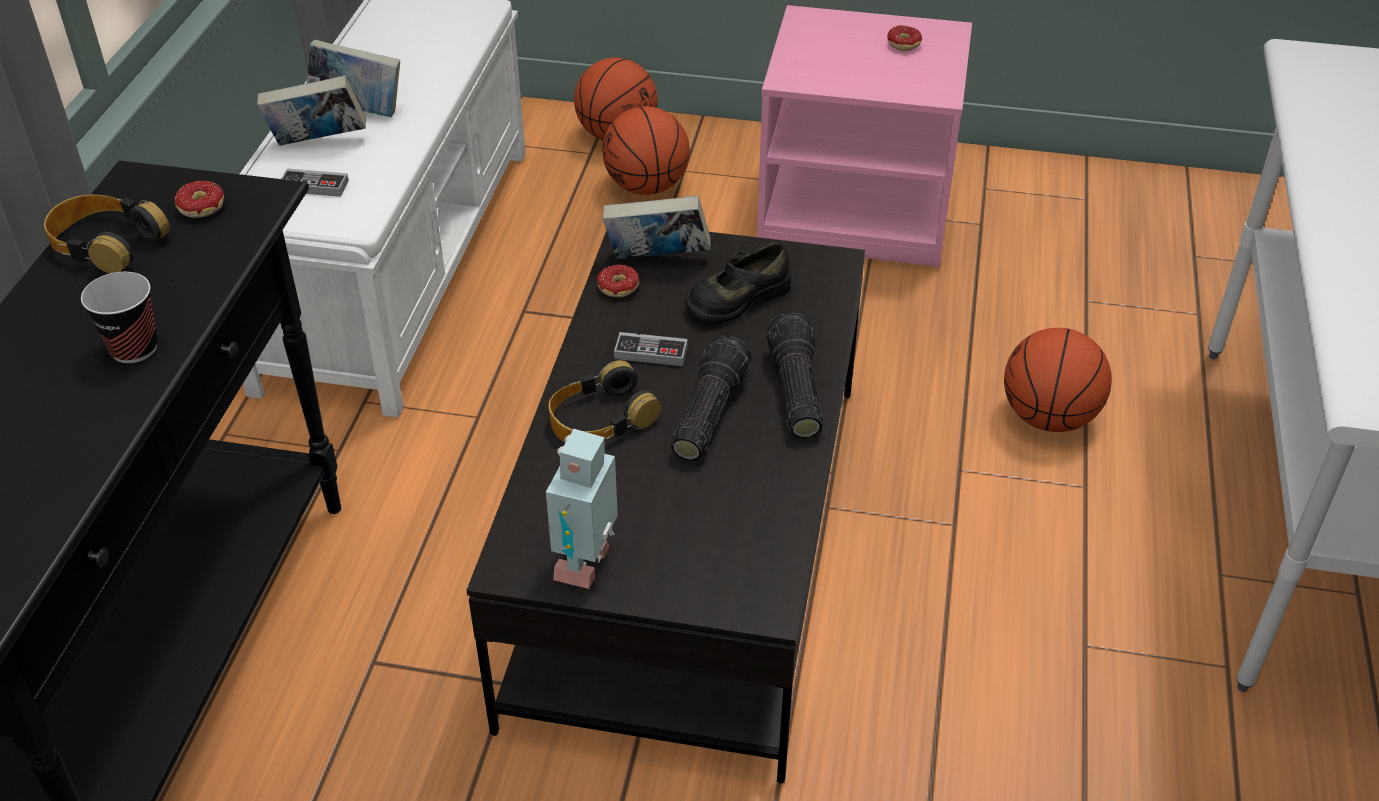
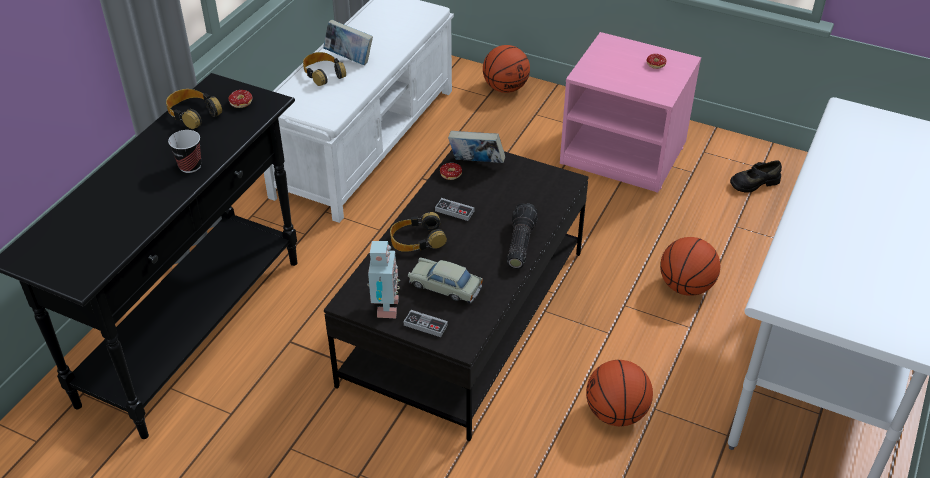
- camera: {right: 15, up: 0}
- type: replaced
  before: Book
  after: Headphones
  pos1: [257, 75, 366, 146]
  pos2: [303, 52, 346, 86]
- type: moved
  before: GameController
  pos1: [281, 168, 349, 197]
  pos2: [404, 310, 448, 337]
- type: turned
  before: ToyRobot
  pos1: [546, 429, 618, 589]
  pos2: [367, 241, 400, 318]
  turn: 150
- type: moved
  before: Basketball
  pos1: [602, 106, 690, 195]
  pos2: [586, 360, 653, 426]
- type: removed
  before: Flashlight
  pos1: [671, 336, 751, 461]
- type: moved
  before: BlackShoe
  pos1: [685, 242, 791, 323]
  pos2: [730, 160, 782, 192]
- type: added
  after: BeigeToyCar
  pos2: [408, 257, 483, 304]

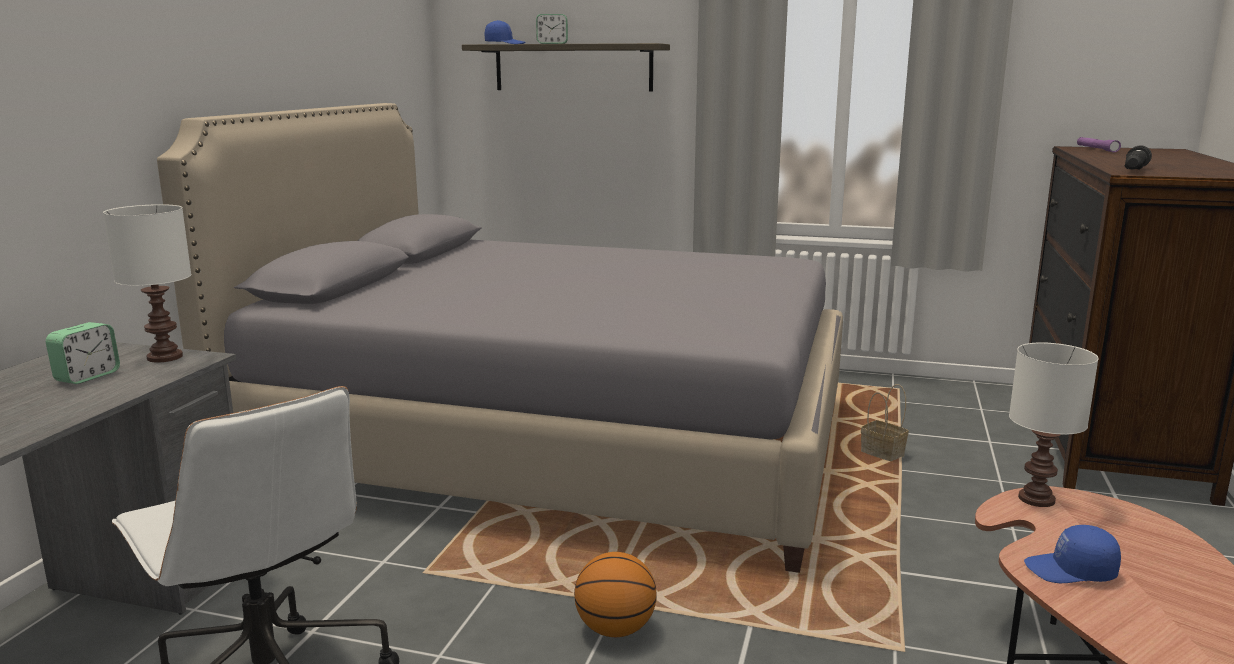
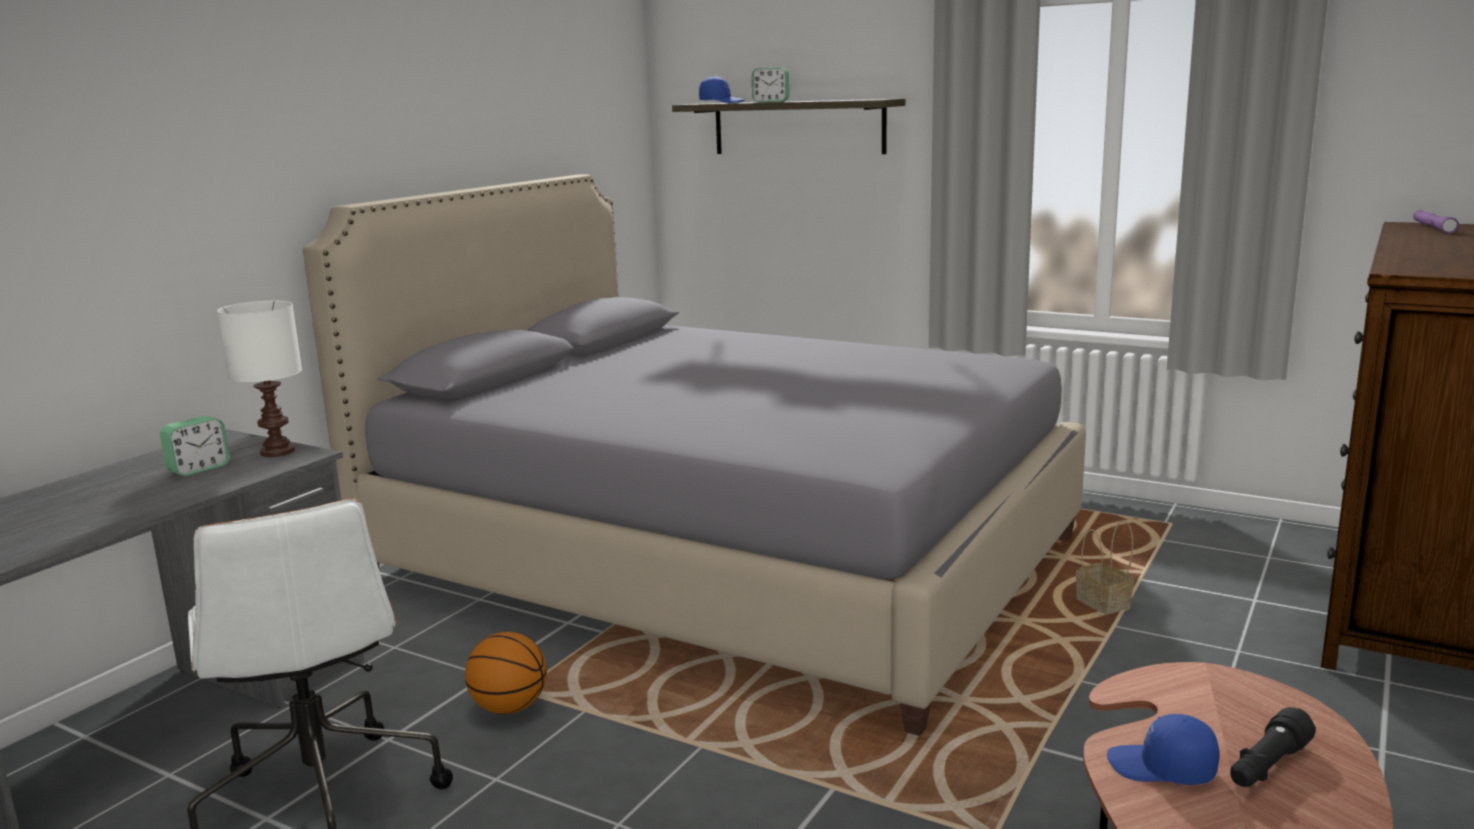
- camera: {right: 15, up: 0}
- type: moved
  before: Basketball
  pos1: [574, 552, 657, 637]
  pos2: [465, 632, 547, 714]
- type: removed
  before: WhiteTableLamp
  pos1: [1009, 342, 1099, 507]
- type: moved
  before: BlackFlashlight
  pos1: [1125, 145, 1152, 170]
  pos2: [1230, 707, 1316, 787]

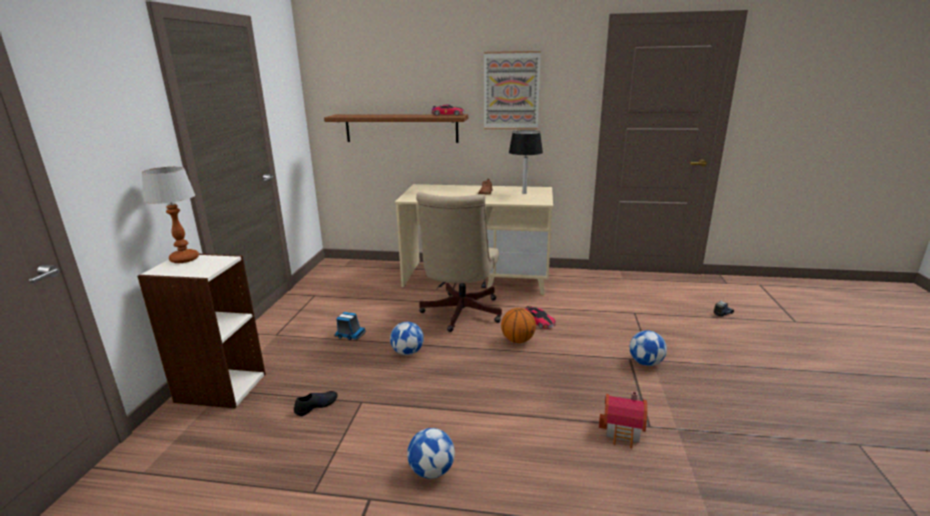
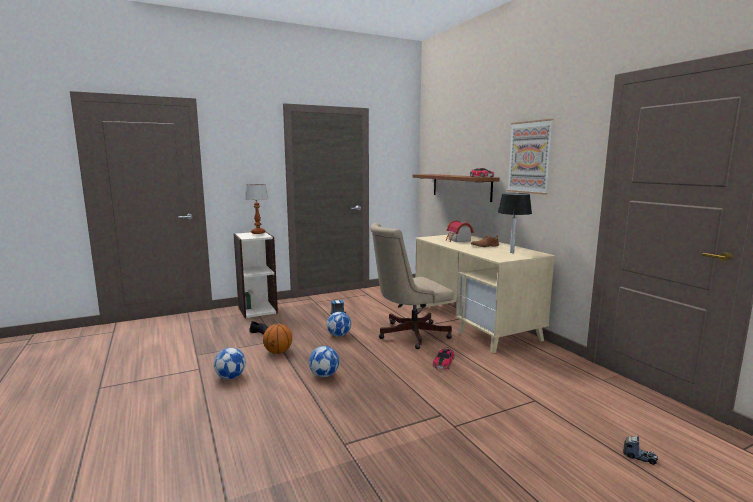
- camera: {right: 55, up: -10}
- type: moved
  before: Basketball
  pos1: [501, 308, 536, 343]
  pos2: [263, 324, 292, 354]
- type: moved
  before: ToyHouse
  pos1: [599, 391, 647, 448]
  pos2: [446, 220, 474, 242]
- type: moved
  before: Football
  pos1: [630, 330, 667, 366]
  pos2: [309, 346, 339, 377]

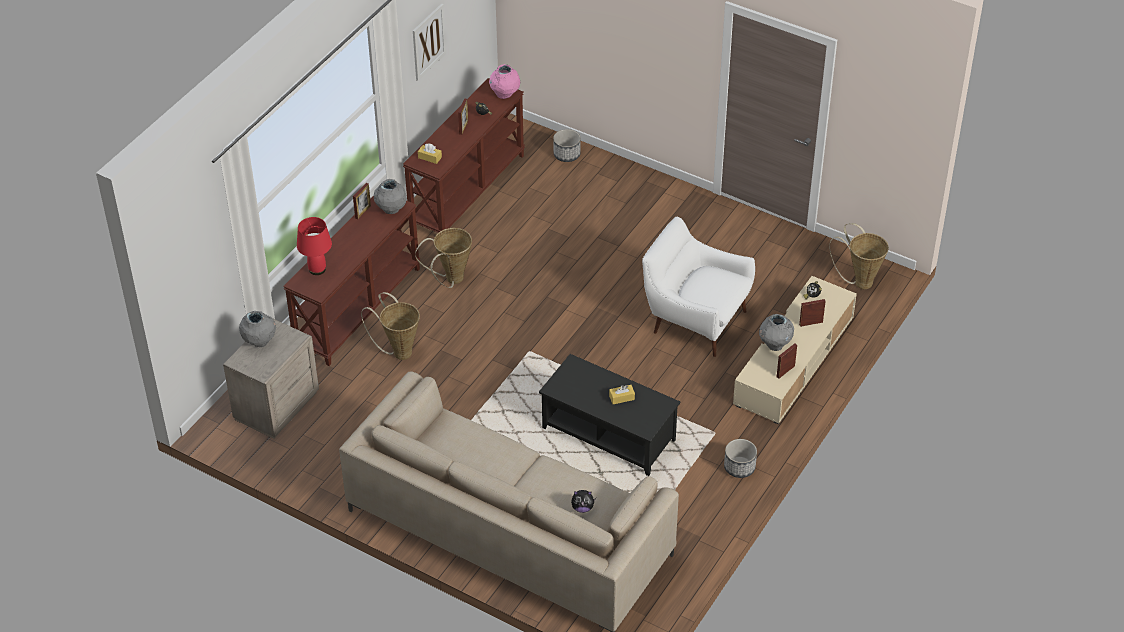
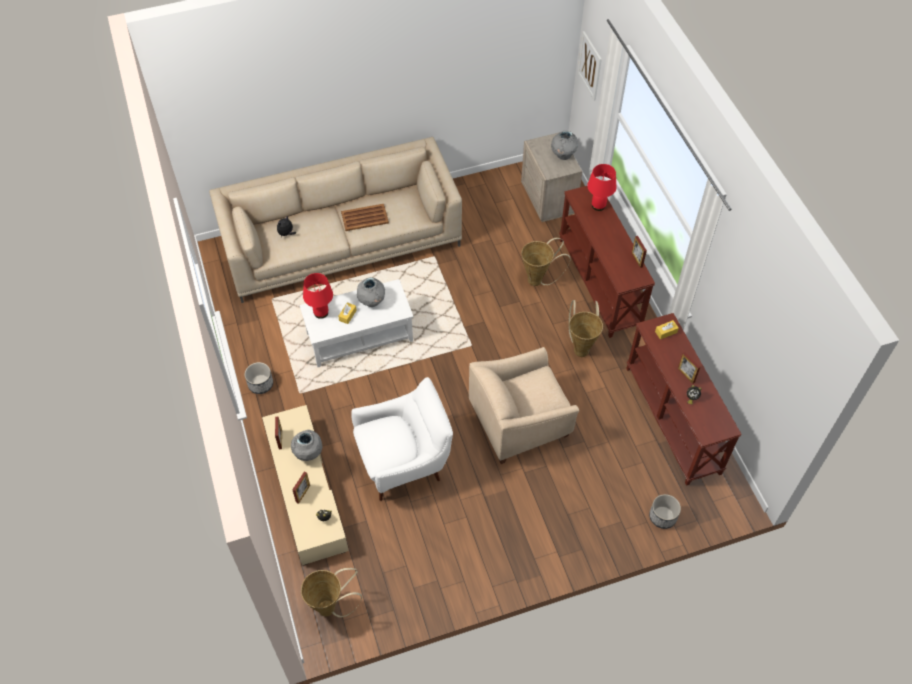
- camera: {right: 130, up: 10}
- type: moved
  before: GreyVase
  pos1: [374, 179, 407, 214]
  pos2: [357, 277, 385, 307]
- type: moved
  before: Picture
  pos1: [413, 3, 446, 81]
  pos2: [577, 31, 602, 101]
- type: removed
  before: PinkVase
  pos1: [489, 64, 520, 99]
- type: recoloured
  before: BlackCoffeeTable
  after: WhiteCoffeeTable
  pos1: [539, 354, 680, 476]
  pos2: [299, 279, 414, 367]
- type: added
  after: RedTableLamp
  pos2: [303, 273, 333, 319]
- type: added
  after: BrownTray
  pos2: [341, 204, 389, 231]
- type: added
  after: BeigeArmchair
  pos2: [469, 347, 579, 464]

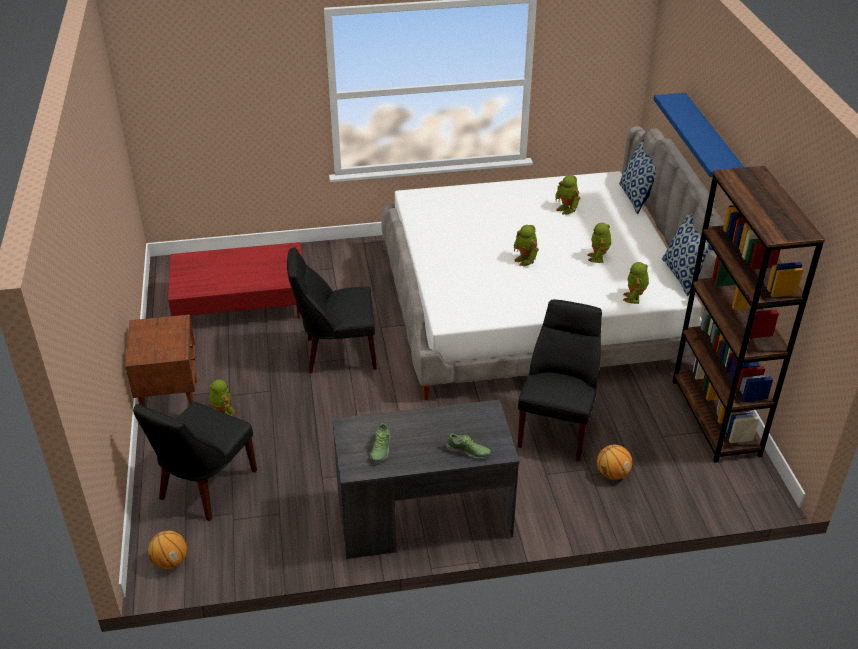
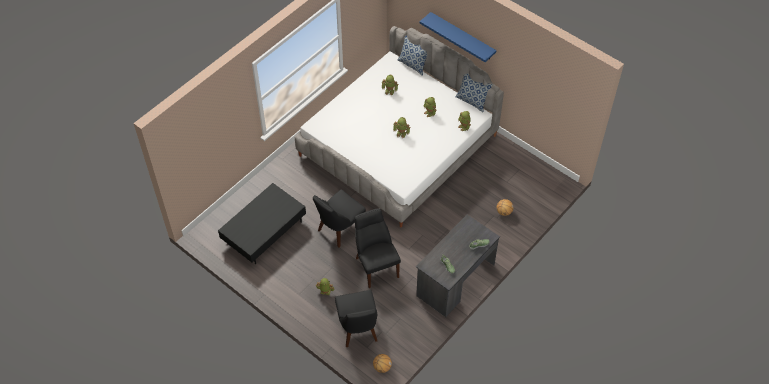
- camera: {right: -40, up: 15}
- type: removed
  before: BrownNightstand
  pos1: [125, 314, 198, 406]
- type: recoloured
  before: RedCoffeeTable
  after: BlackCoffeeTable
  pos1: [168, 242, 302, 319]
  pos2: [218, 183, 306, 264]
- type: moved
  before: BlackChair
  pos1: [518, 300, 602, 461]
  pos2: [355, 208, 401, 288]
- type: removed
  before: BrownBookcase
  pos1: [672, 166, 825, 463]

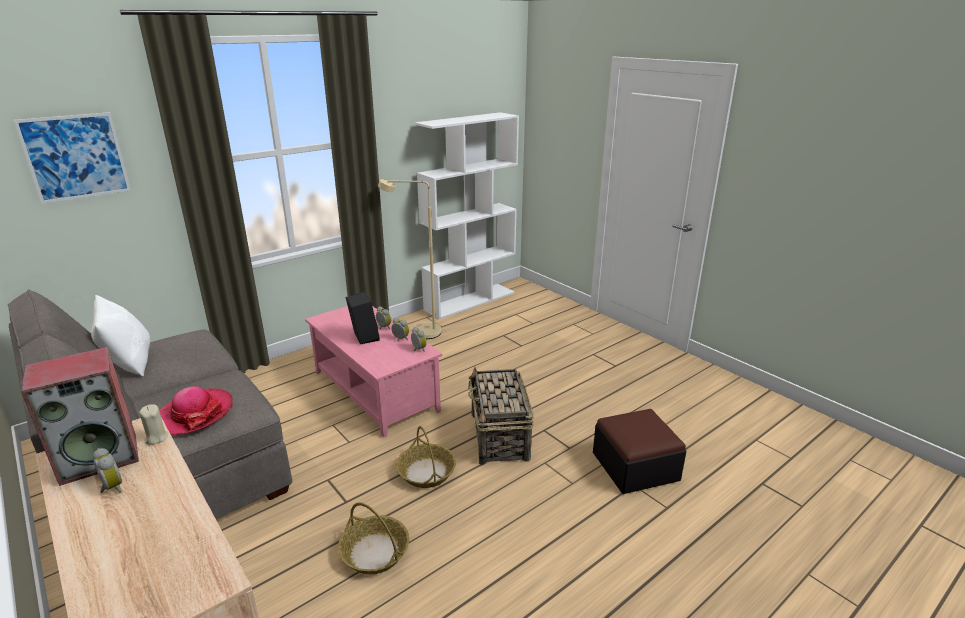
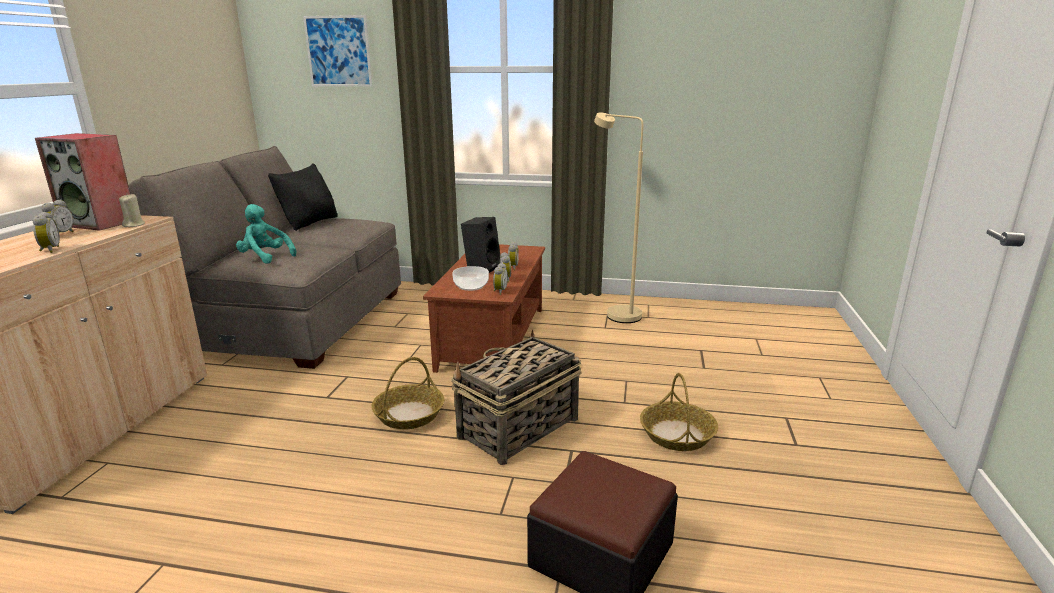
- camera: {right: 50, up: -5}
- type: recoloured
  before: WhitePillow
  after: BlackPillow
  pos1: [91, 295, 150, 376]
  pos2: [268, 163, 338, 231]
- type: replaced
  before: Hat
  after: TurquoisePlushToy
  pos1: [159, 386, 233, 435]
  pos2: [236, 204, 296, 264]
- type: recoloured
  before: PinkCoffeeTable
  after: BrownCoffeeTable
  pos1: [305, 306, 442, 438]
  pos2: [423, 244, 545, 373]
- type: moved
  before: Basket
  pos1: [338, 502, 409, 574]
  pos2: [640, 373, 718, 451]
- type: removed
  before: WhiteBookcase
  pos1: [414, 112, 519, 319]
- type: added
  after: AlarmClock
  pos2: [33, 212, 60, 253]
- type: added
  after: Bowl
  pos2: [452, 266, 489, 291]

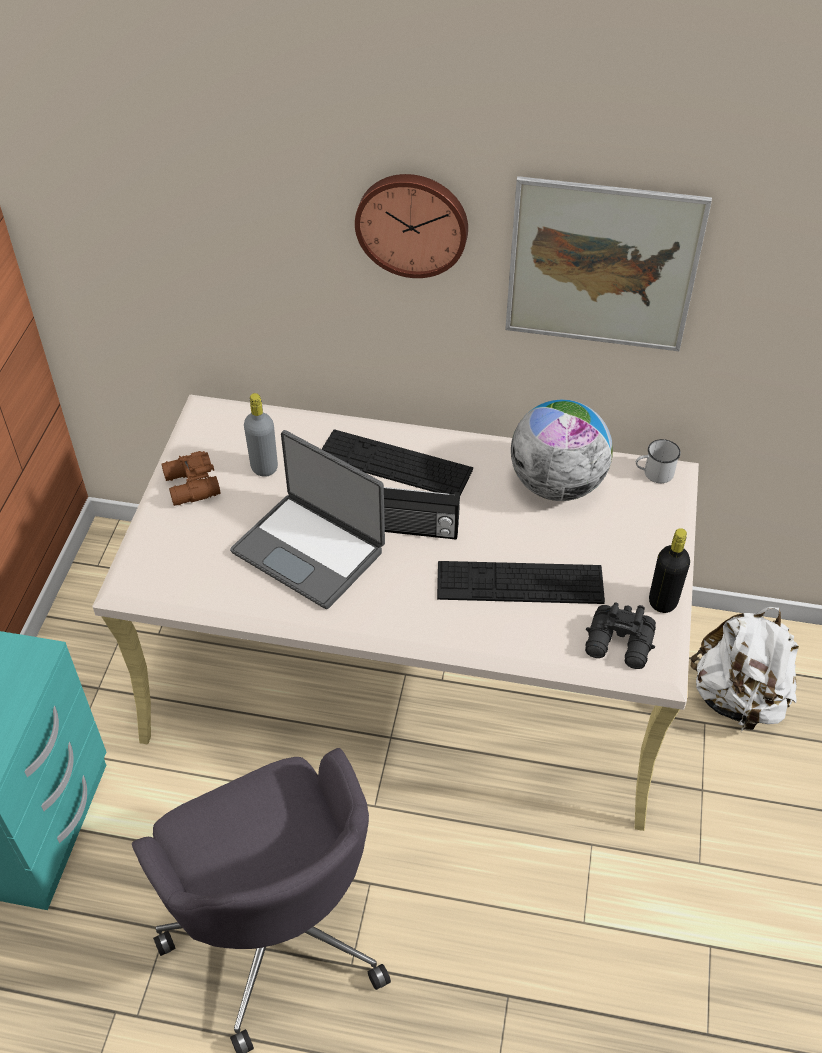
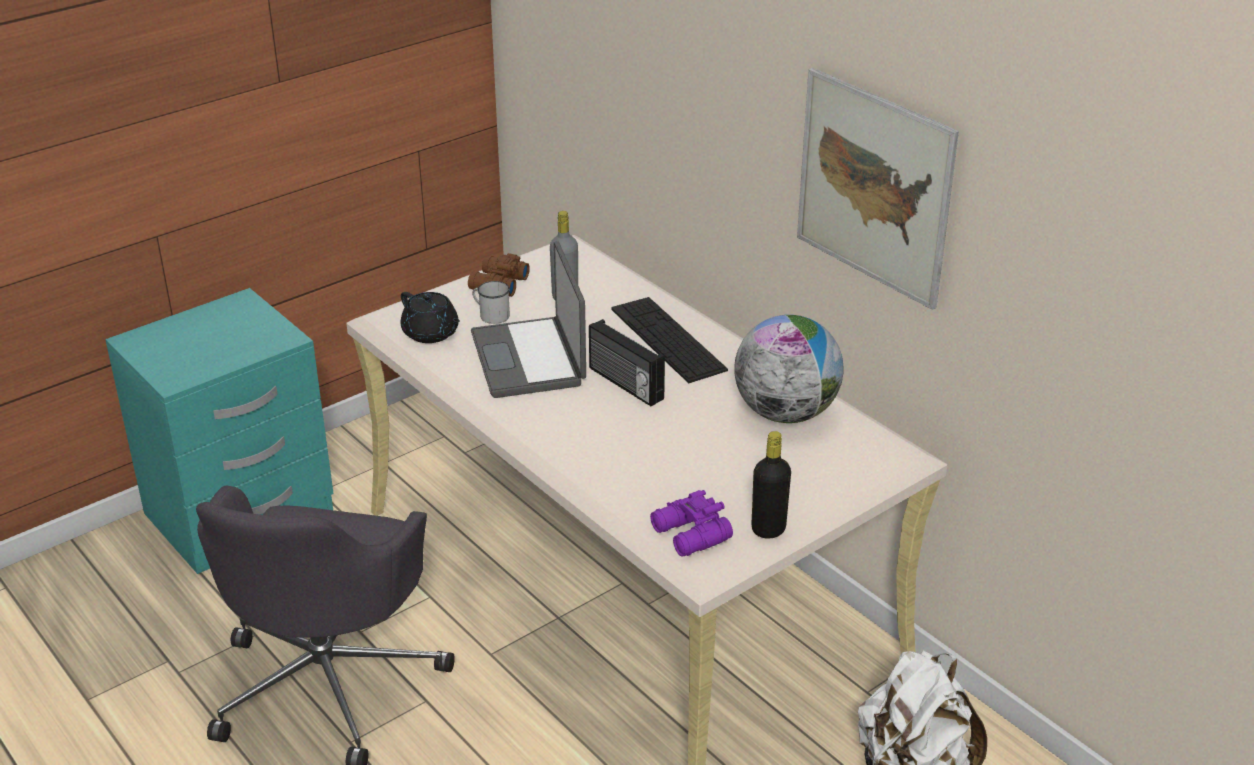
- camera: {right: 40, up: -15}
- type: removed
  before: WallClock
  pos1: [355, 174, 468, 278]
- type: removed
  before: Keyboard
  pos1: [437, 561, 605, 604]
- type: recoloured
  before: BlackBinoculars
  after: PurpleBinoculars
  pos1: [585, 603, 656, 669]
  pos2: [650, 490, 733, 557]
- type: moved
  before: WhiteMug
  pos1: [636, 439, 681, 483]
  pos2: [472, 281, 510, 324]
- type: added
  after: BlackTeapot
  pos2: [401, 292, 460, 343]

